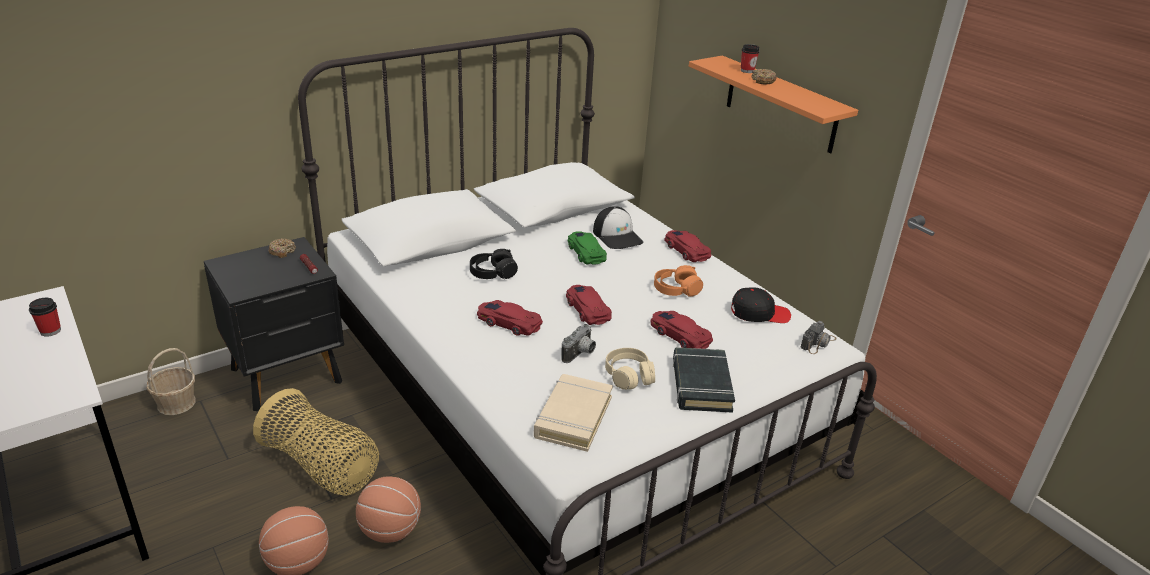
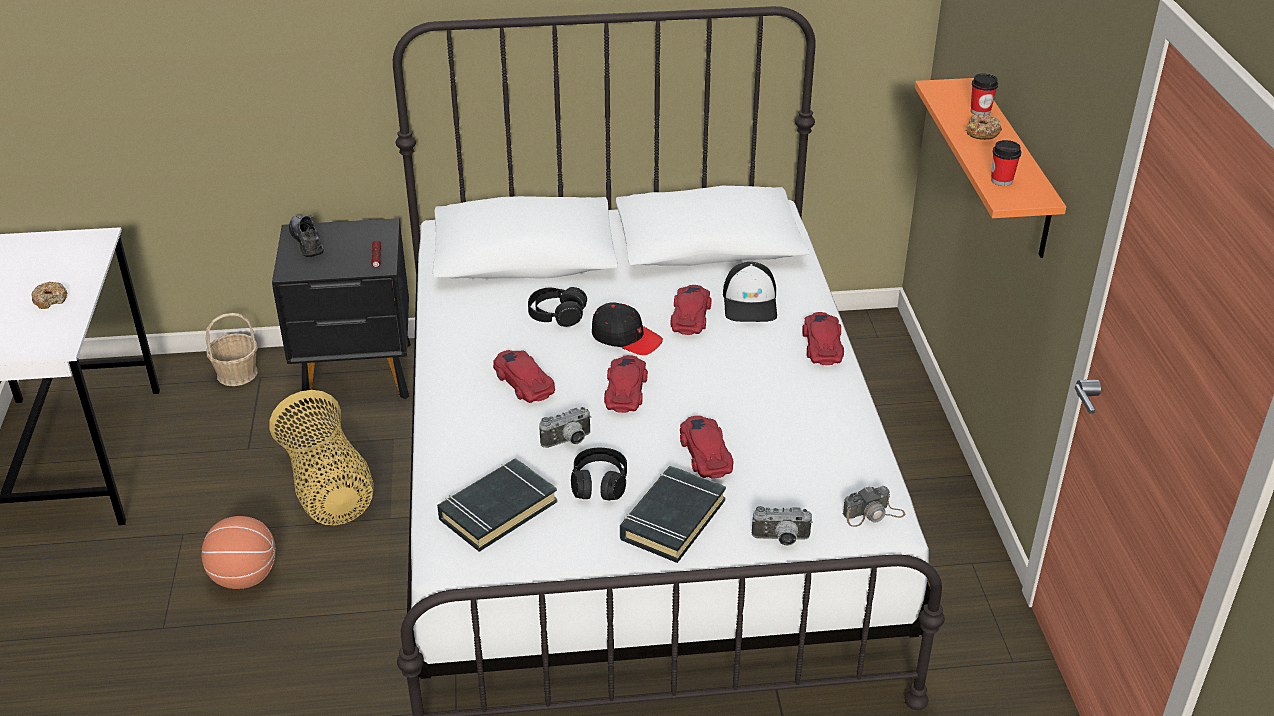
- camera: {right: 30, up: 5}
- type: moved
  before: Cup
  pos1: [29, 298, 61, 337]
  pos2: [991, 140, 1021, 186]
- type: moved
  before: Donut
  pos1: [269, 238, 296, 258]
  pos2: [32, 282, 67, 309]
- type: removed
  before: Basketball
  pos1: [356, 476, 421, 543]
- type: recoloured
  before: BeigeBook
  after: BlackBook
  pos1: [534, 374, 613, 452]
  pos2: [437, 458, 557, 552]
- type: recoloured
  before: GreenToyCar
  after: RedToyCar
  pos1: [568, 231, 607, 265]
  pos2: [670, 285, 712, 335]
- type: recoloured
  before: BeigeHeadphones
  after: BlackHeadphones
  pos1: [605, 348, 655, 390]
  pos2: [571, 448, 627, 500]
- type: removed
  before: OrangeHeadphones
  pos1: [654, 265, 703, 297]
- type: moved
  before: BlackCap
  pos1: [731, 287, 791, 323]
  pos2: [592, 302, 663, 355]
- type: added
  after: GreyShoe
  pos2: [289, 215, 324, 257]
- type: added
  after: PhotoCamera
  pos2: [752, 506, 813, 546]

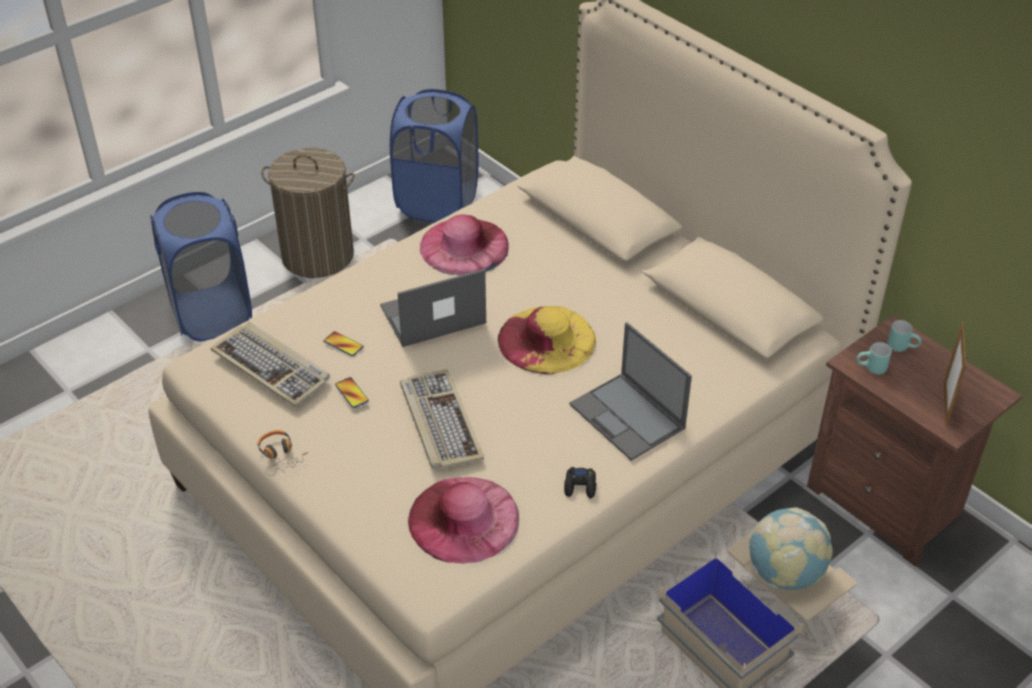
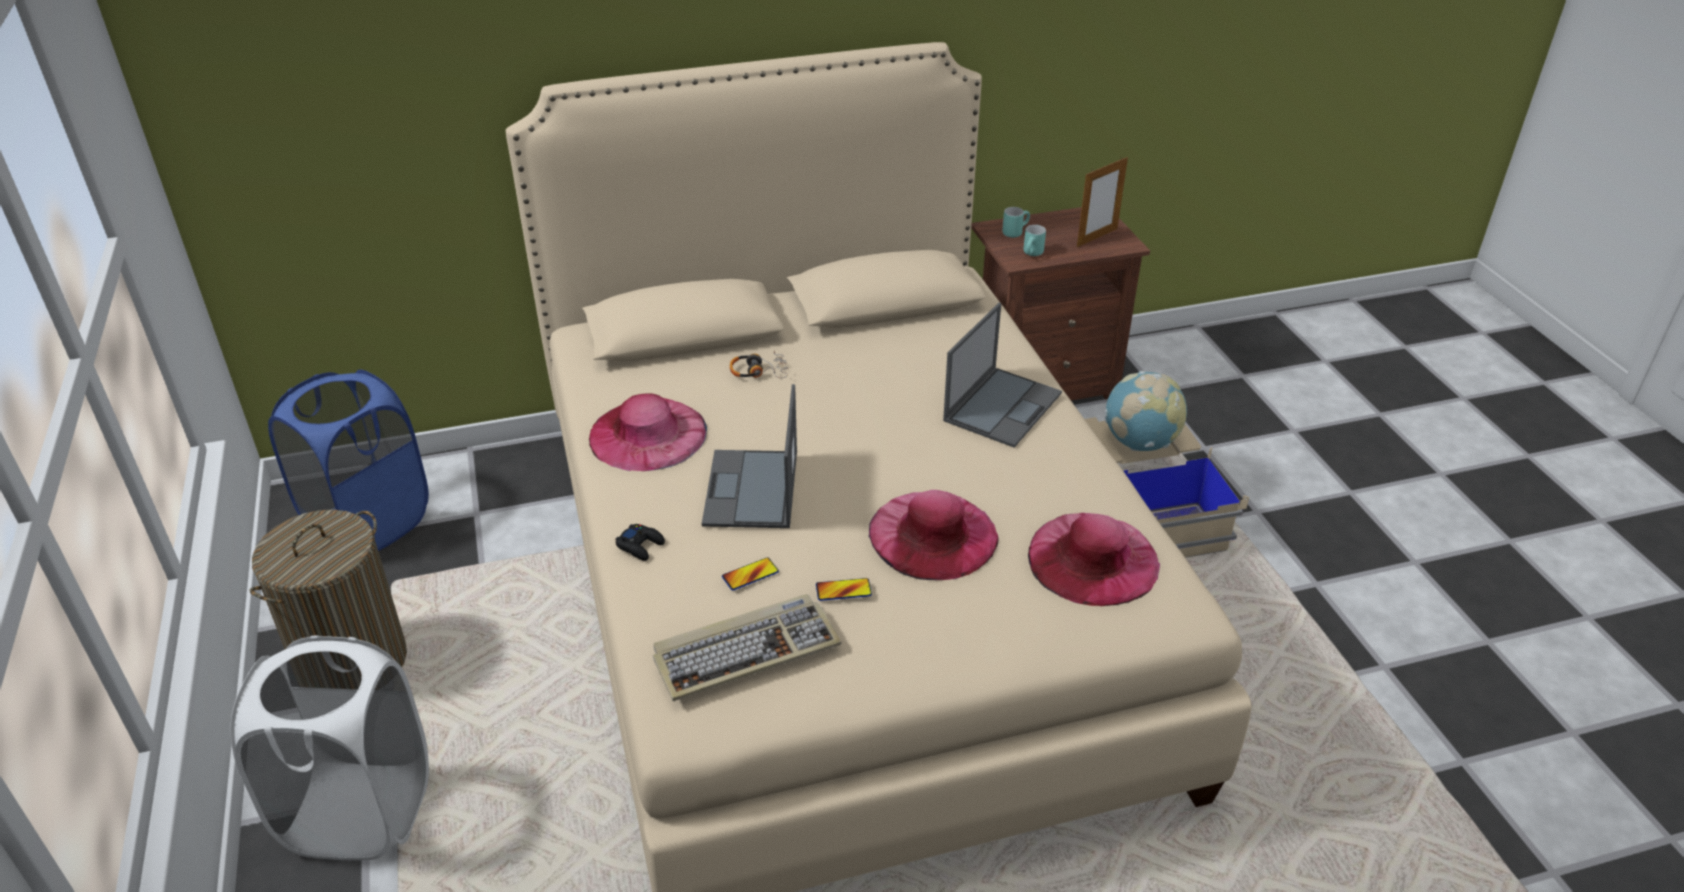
- camera: {right: -65, up: -5}
- type: recoloured
  before: BlueLaundryBasket
  after: WhiteLaundryBasket
  pos1: [150, 192, 252, 342]
  pos2: [230, 635, 429, 860]
- type: moved
  before: Headphones
  pos1: [257, 430, 308, 476]
  pos2: [730, 351, 789, 378]
- type: replaced
  before: Keyboard
  after: PinkHat
  pos1: [400, 369, 484, 469]
  pos2: [869, 490, 998, 580]
- type: removed
  before: YellowHat
  pos1: [498, 306, 596, 374]
- type: moved
  before: BlackGameController
  pos1: [564, 467, 596, 498]
  pos2: [615, 524, 665, 561]
- type: turned
  before: Laptop
  pos1: [570, 322, 692, 461]
  pos2: [943, 303, 1062, 448]
  turn: -45
- type: turned
  before: PictureFrame
  pos1: [944, 321, 967, 428]
  pos2: [1077, 157, 1128, 247]
  turn: -75

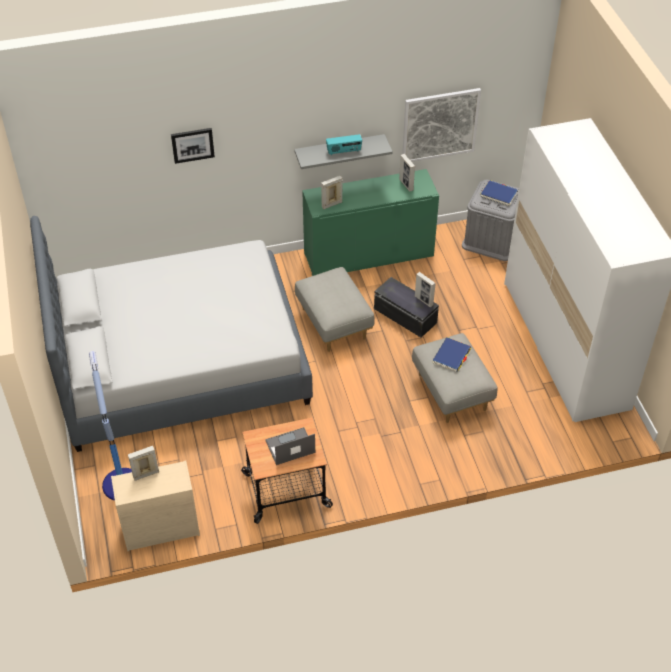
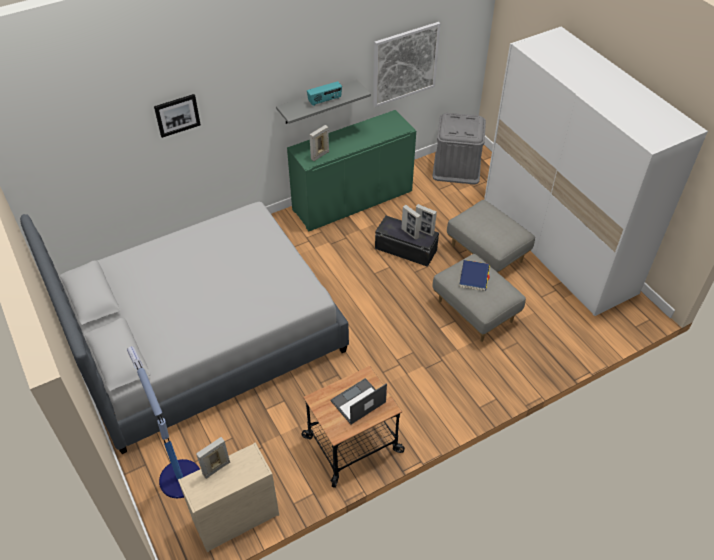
- camera: {right: -15, up: 0}
- type: moved
  before: GreyOttoman
  pos1: [295, 267, 375, 352]
  pos2: [447, 200, 535, 273]
- type: moved
  before: PictureFrame
  pos1: [399, 154, 415, 191]
  pos2: [401, 205, 421, 240]
- type: removed
  before: BlueBook
  pos1: [480, 180, 518, 206]

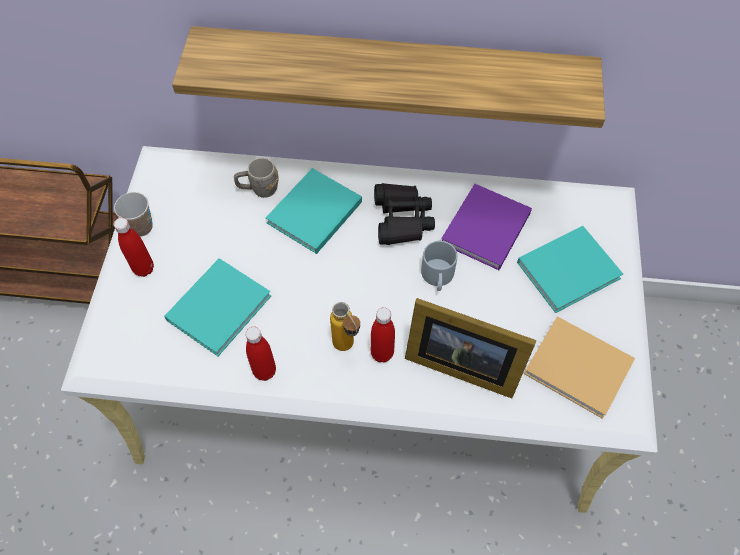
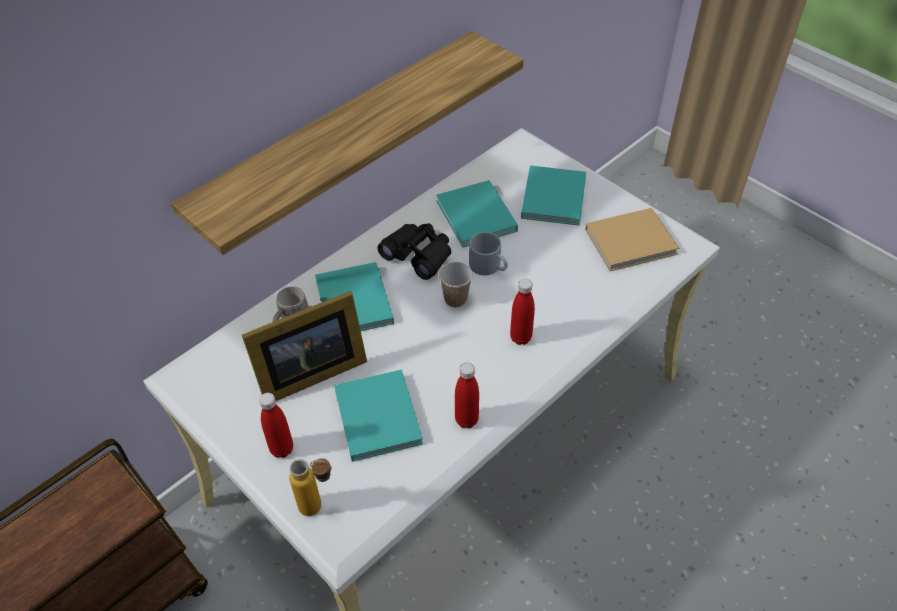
- camera: {right: -50, up: -10}
- type: moved
  before: Cup
  pos1: [114, 192, 152, 236]
  pos2: [439, 262, 473, 307]
- type: moved
  before: Bottle
  pos1: [330, 302, 360, 351]
  pos2: [289, 458, 332, 516]
- type: moved
  before: PictureFrame
  pos1: [405, 298, 537, 398]
  pos2: [242, 291, 367, 401]
- type: recoloured
  before: PurpleBook
  after: TurquoiseBook
  pos1: [441, 184, 532, 270]
  pos2: [436, 180, 518, 248]

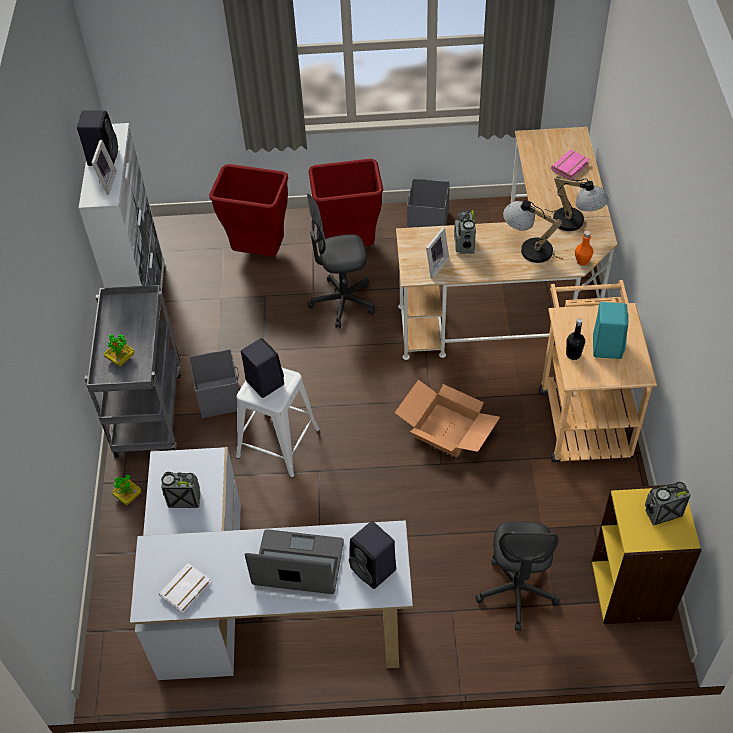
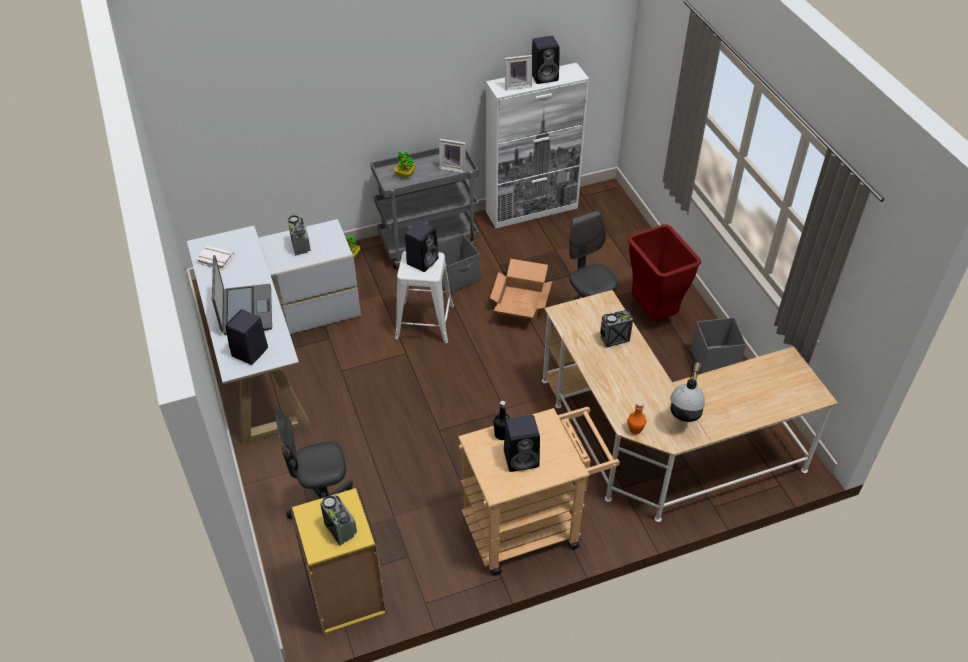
- camera: {right: 70, up: -5}
- type: removed
  before: RedTrashCan
  pos1: [209, 164, 288, 257]
- type: moved
  before: CardboardBox
  pos1: [395, 380, 500, 457]
  pos2: [490, 259, 552, 320]
- type: moved
  before: PictureFrame
  pos1: [426, 227, 449, 279]
  pos2: [439, 139, 466, 172]
- type: removed
  before: TableLamp
  pos1: [503, 200, 562, 263]
- type: removed
  before: PinkBook
  pos1: [551, 150, 590, 180]
- type: recoloured
  before: TurquoiseSpeaker
  after: BlackSpeaker
  pos1: [593, 302, 628, 359]
  pos2: [504, 415, 540, 472]

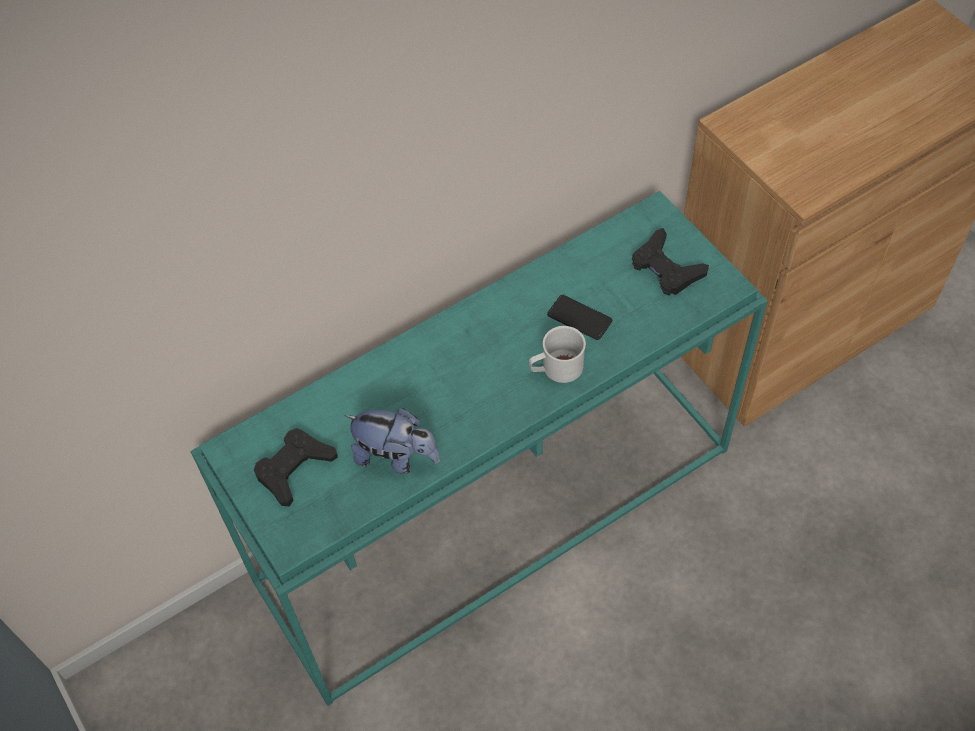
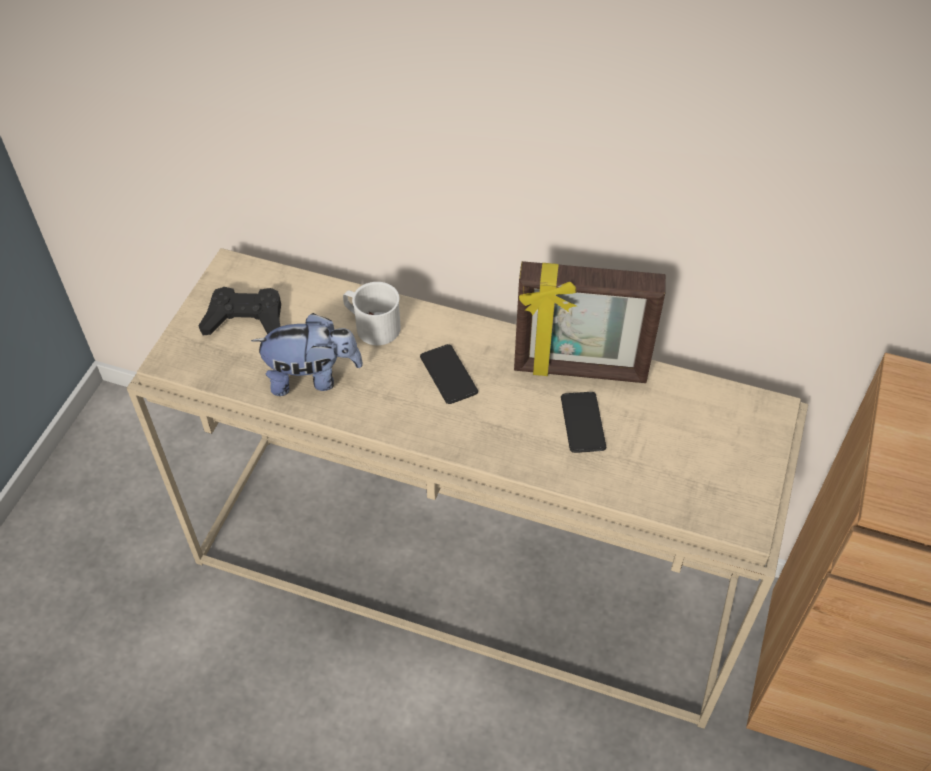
- camera: {right: 50, up: -5}
- type: recoloured
  before: TurquoiseConsoleTable
  after: BeigeConsoleTable
  pos1: [190, 191, 768, 706]
  pos2: [127, 248, 808, 729]
- type: turned
  before: PlushToy
  pos1: [344, 408, 440, 474]
  pos2: [251, 313, 363, 396]
  turn: -75
- type: moved
  before: WhiteMug
  pos1: [529, 326, 586, 383]
  pos2: [343, 282, 401, 345]
- type: removed
  before: BlackGameController
  pos1: [632, 228, 709, 295]
- type: added
  after: Phone
  pos2: [420, 344, 478, 404]
- type: added
  after: PictureFrame
  pos2: [514, 261, 666, 383]

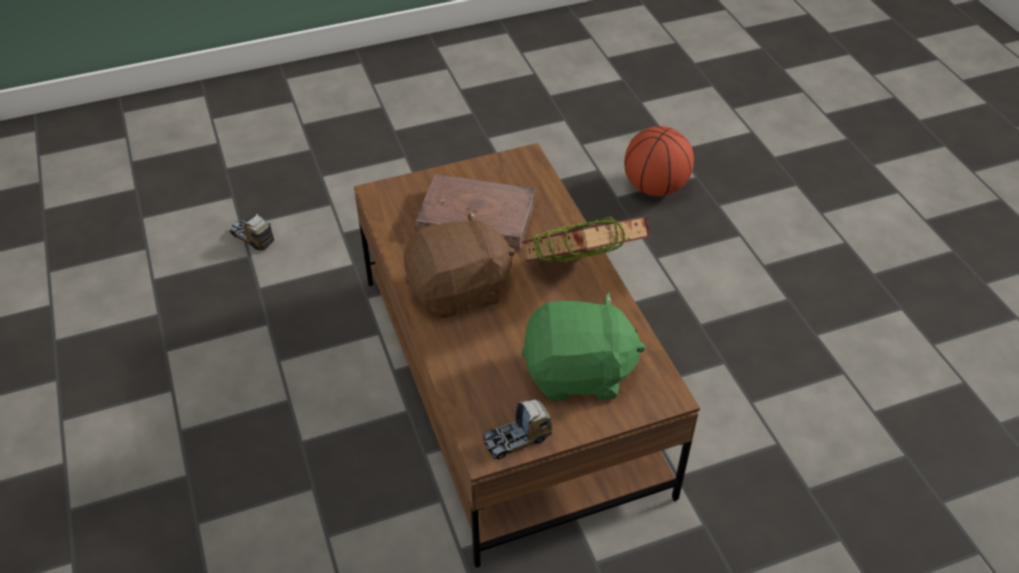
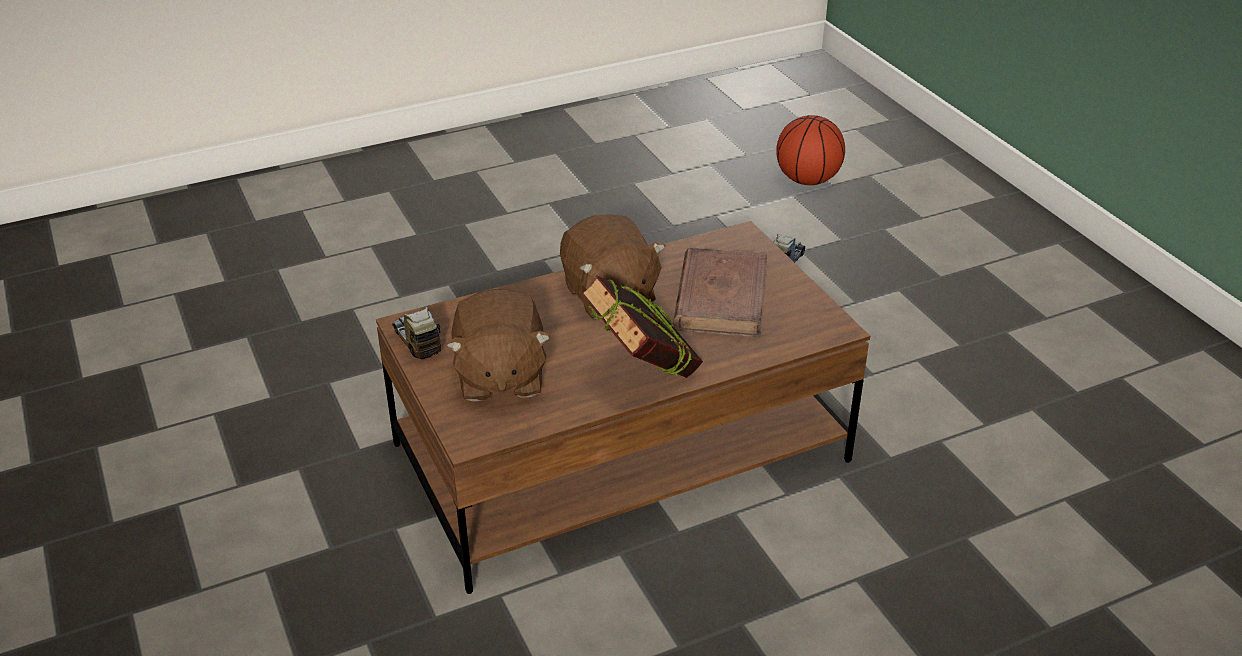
- camera: {right: 85, up: -10}
- type: recoloured
  before: GreenPlushToy
  after: BrownPlushToy
  pos1: [521, 292, 646, 401]
  pos2: [446, 289, 551, 402]
- type: moved
  before: Basketball
  pos1: [624, 126, 694, 196]
  pos2: [776, 115, 845, 185]

